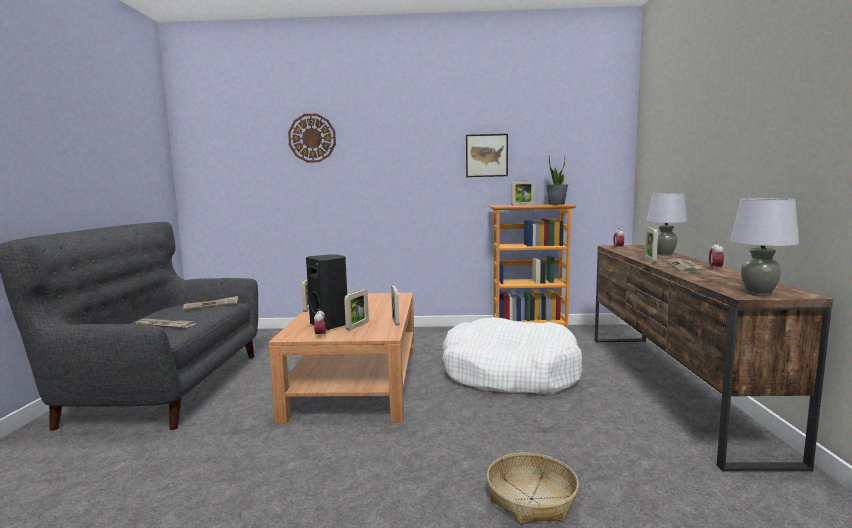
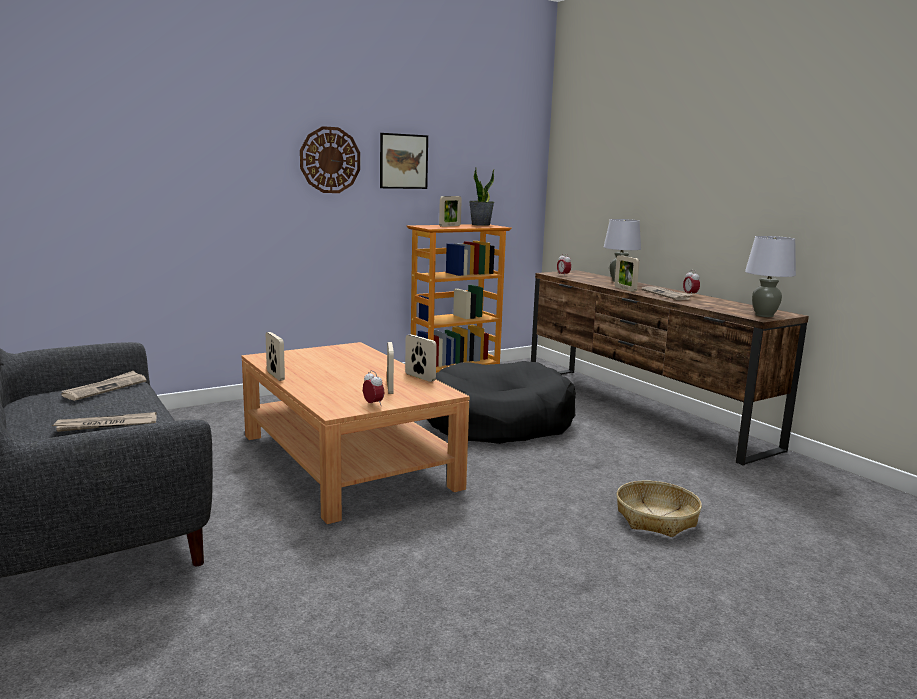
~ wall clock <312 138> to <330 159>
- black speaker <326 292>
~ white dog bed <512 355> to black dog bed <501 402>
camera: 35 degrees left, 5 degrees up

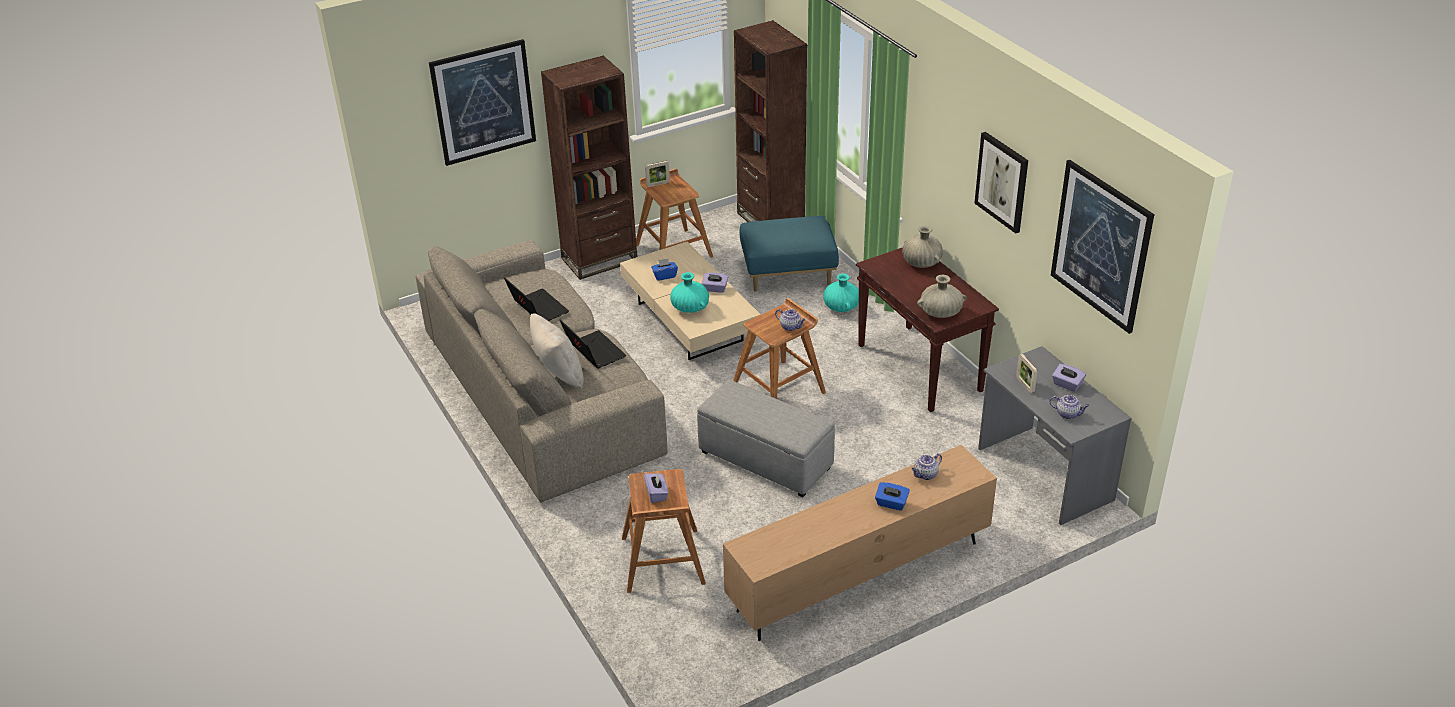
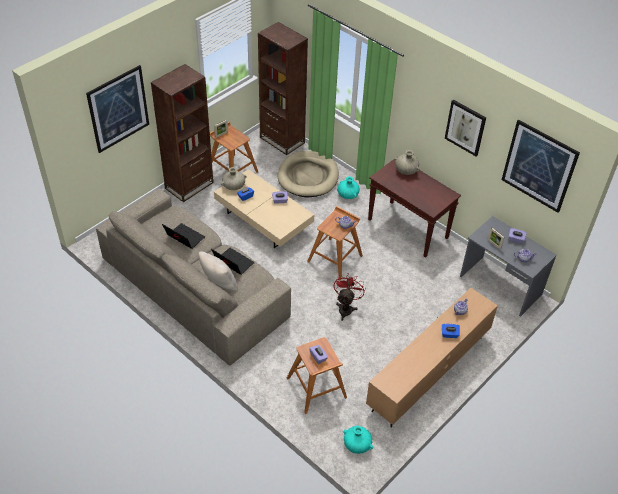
~ blue ottoman <789 254> to beige dog bed <308 174>
~ turquoise vase <689 292> to <358 440>
~ beige vase <941 296> to <233 178>
~ grey ottoman <766 438> to red fan <350 297>
camera: 20 degrees left, 10 degrees up

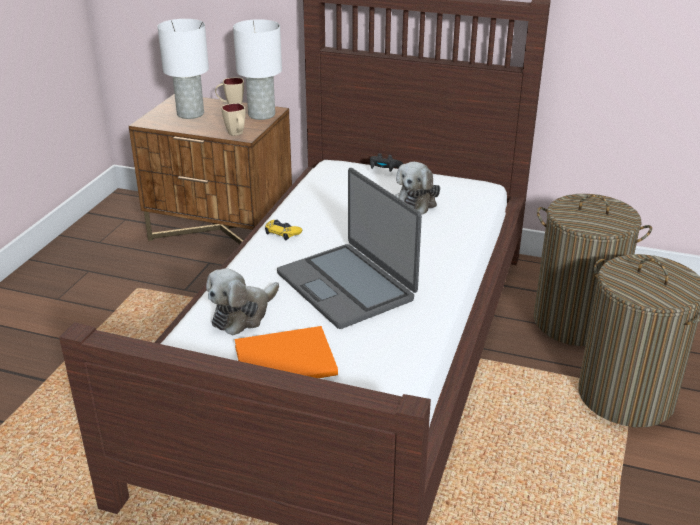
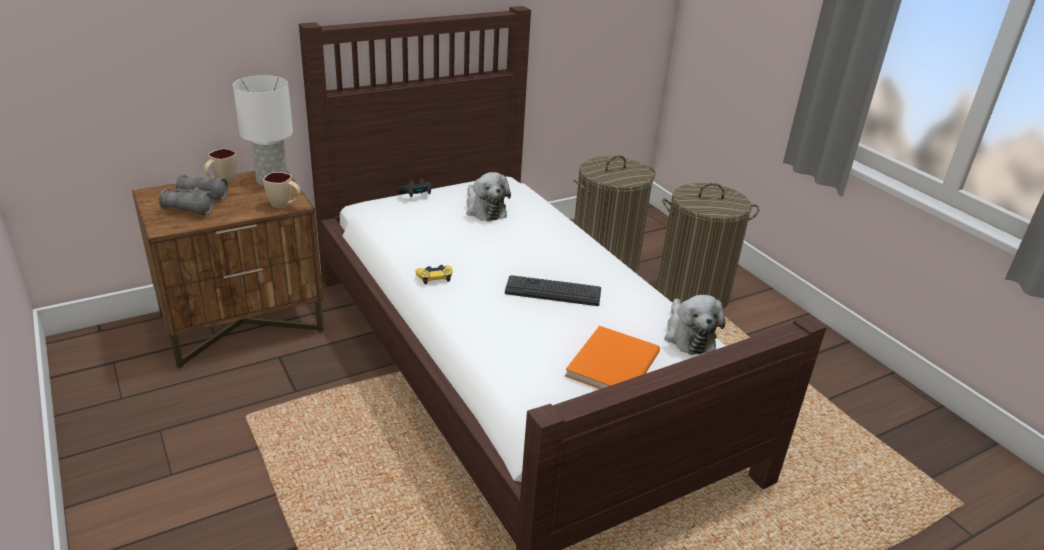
~ white table lamp <183 69> to grey binoculars <193 195>
~ laptop <349 248> to keyboard <553 290>
~ plush toy <242 302> to <695 325>
camera: 50 degrees left, 0 degrees up

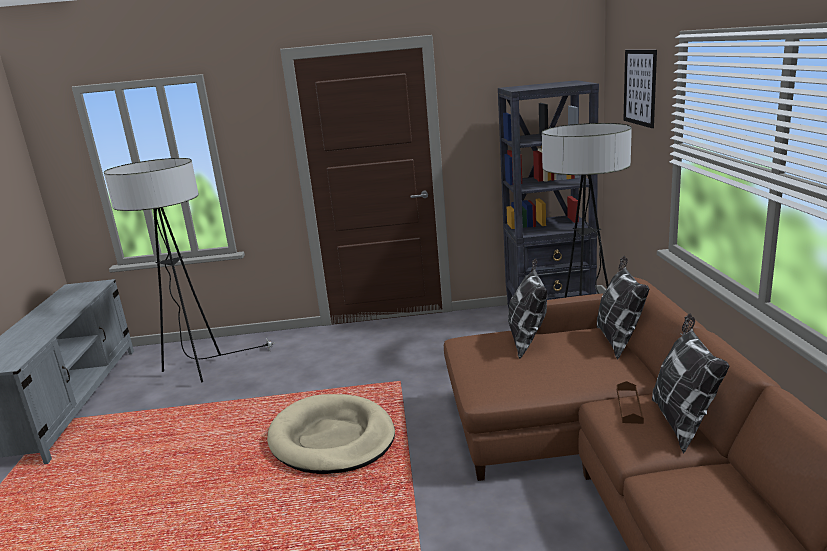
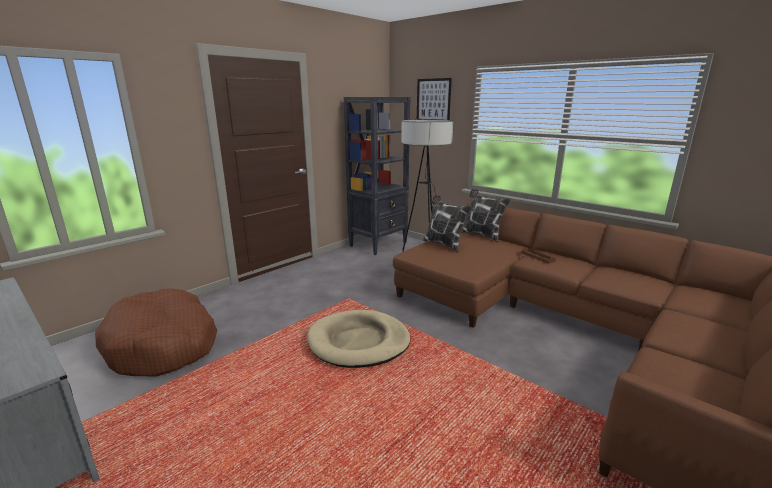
~ floor lamp <190 270> to brown dog bed <156 332>
- pillow <690 383>
camera: 45 degrees left, 0 degrees up

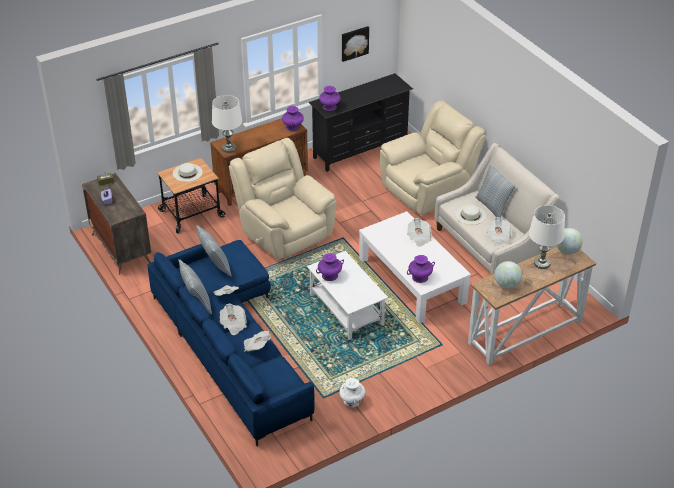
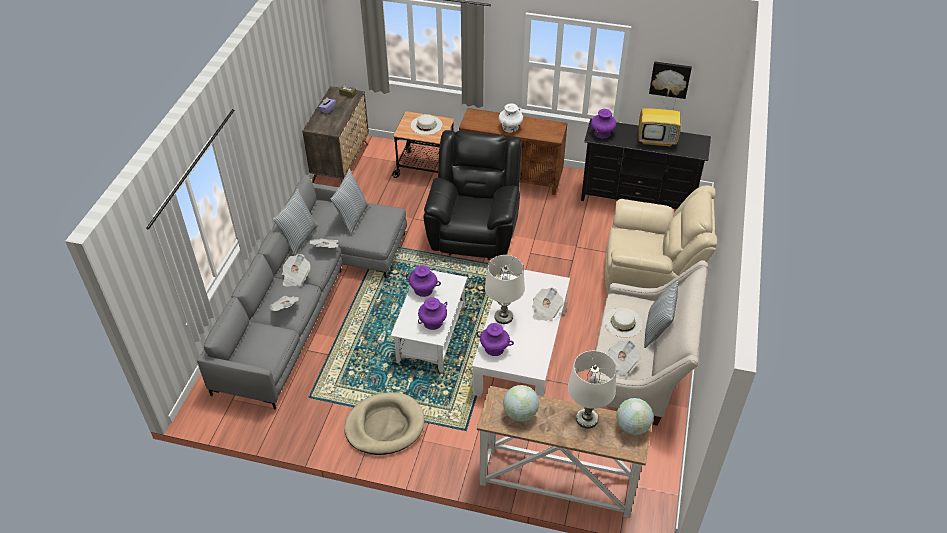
~ white table lamp <227 124> to <505 289>
~ purple vase <293 118> to <432 313>
~ beige armchair <282 199> to black armchair <472 195>
~ blue sofa <231 343> to grey sofa <302 292>
~ white vase <352 392> to <511 118>
+ television <659 122>
+ beige dog bed <384 423>
camera: 45 degrees right, 5 degrees up

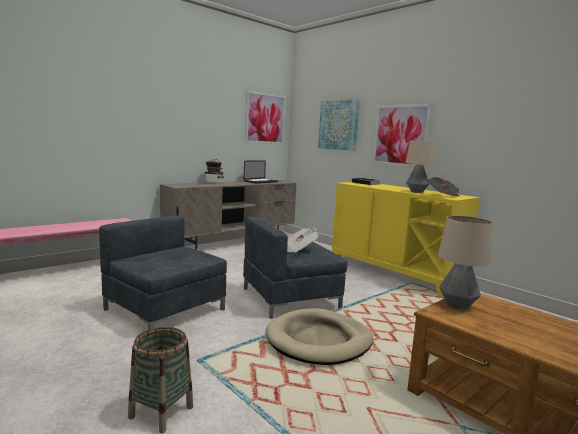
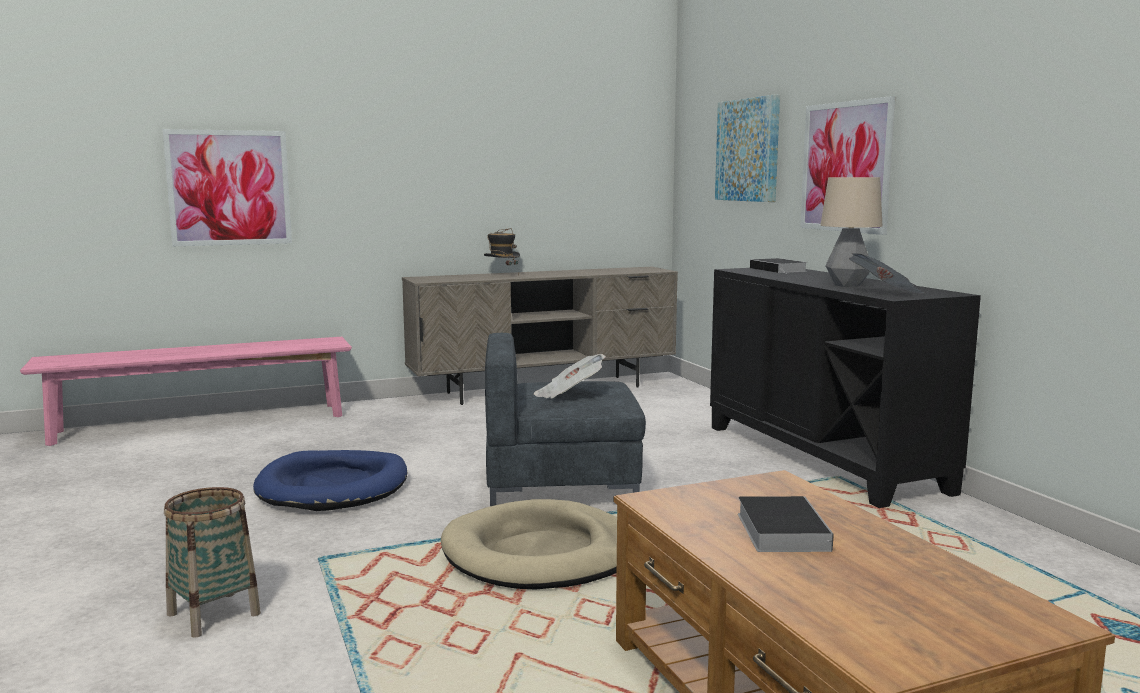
~ picture <265 117> to <227 187>
- laptop <261 172>
~ yellow cabinet <406 240> to black cabinet <845 388>
~ grey armchair <163 272> to blue dog bed <330 480>
- table lamp <465 262>
+ book <786 524>
camera: 20 degrees right, 0 degrees up

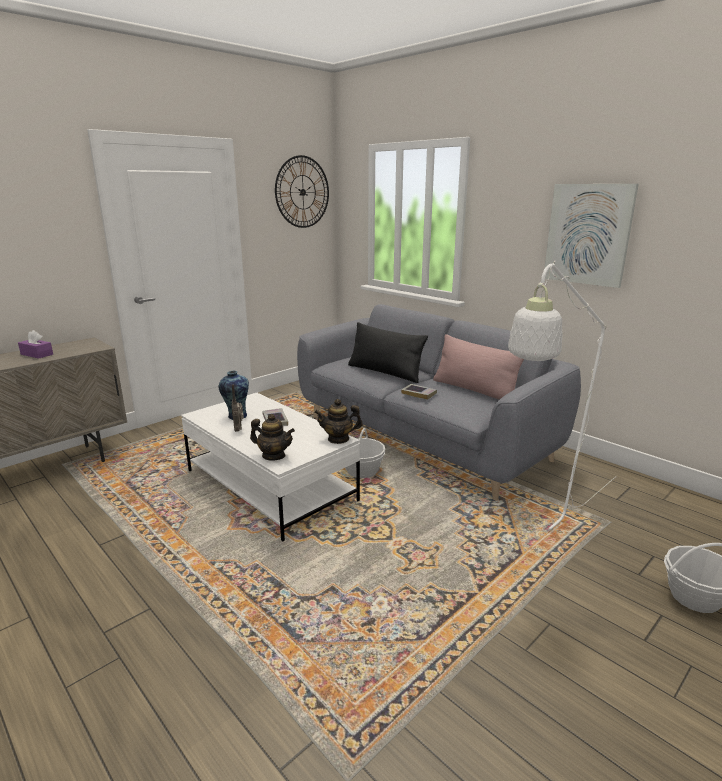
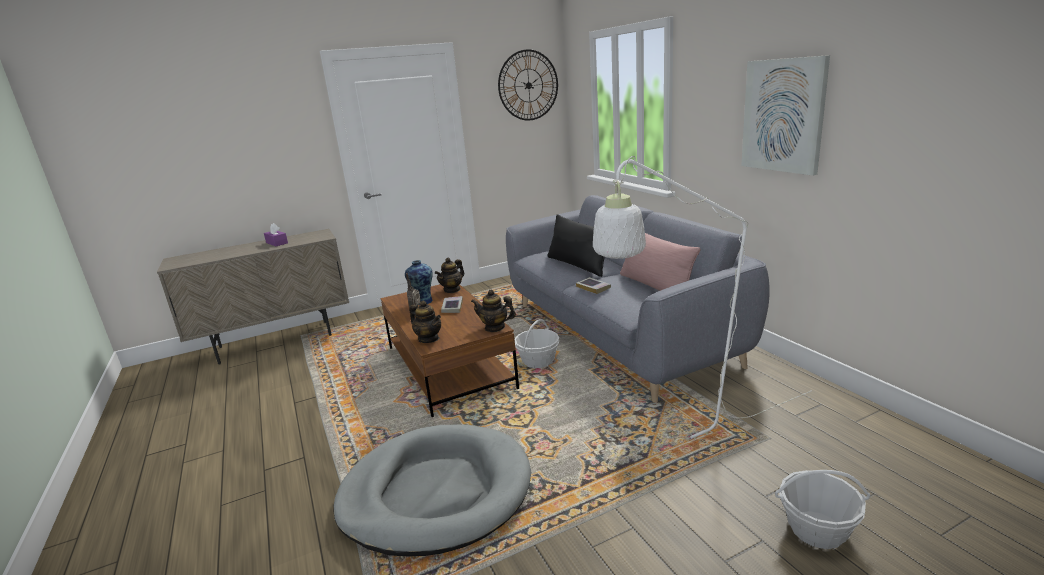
~ white coffee table <270 467> to brown coffee table <449 350>
+ teapot <449 275>
+ grey dog bed <432 491>
camera: 20 degrees right, 0 degrees up

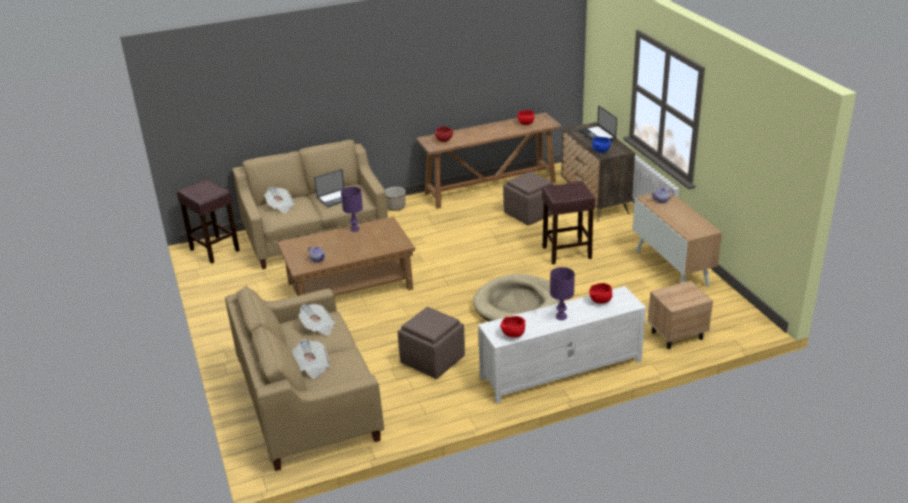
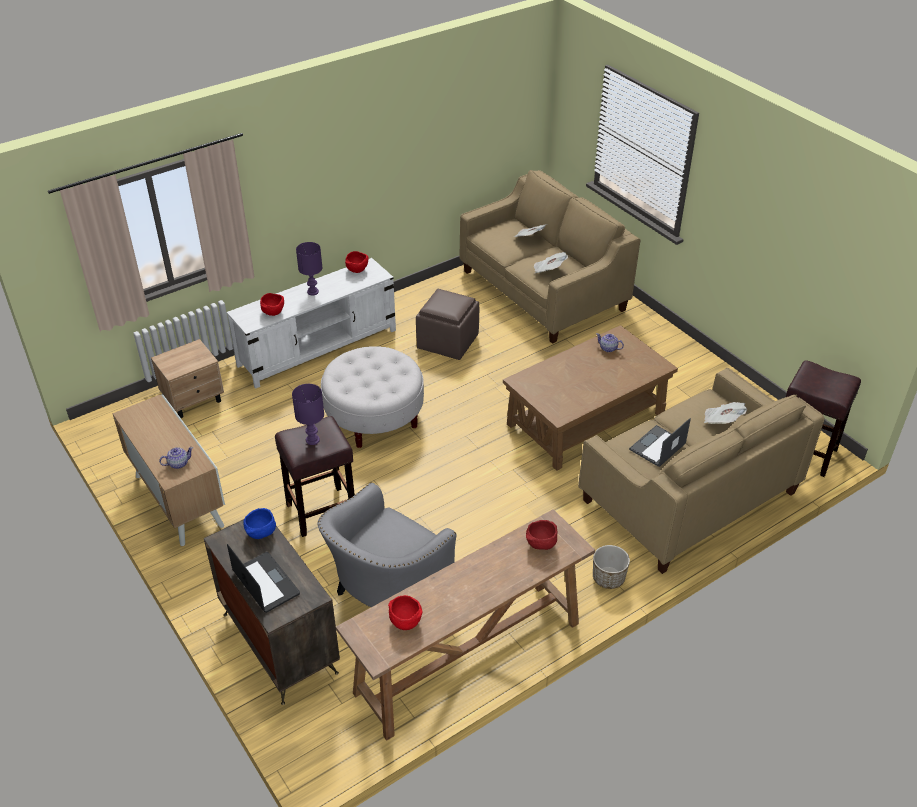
~ brown ottoman <528 198> to grey armchair <387 544>
~ purple table lamp <352 209> to <308 414>
~ beige dog bed <516 297> to white ottoman <372 397>
camera: 165 degrees right, 10 degrees up

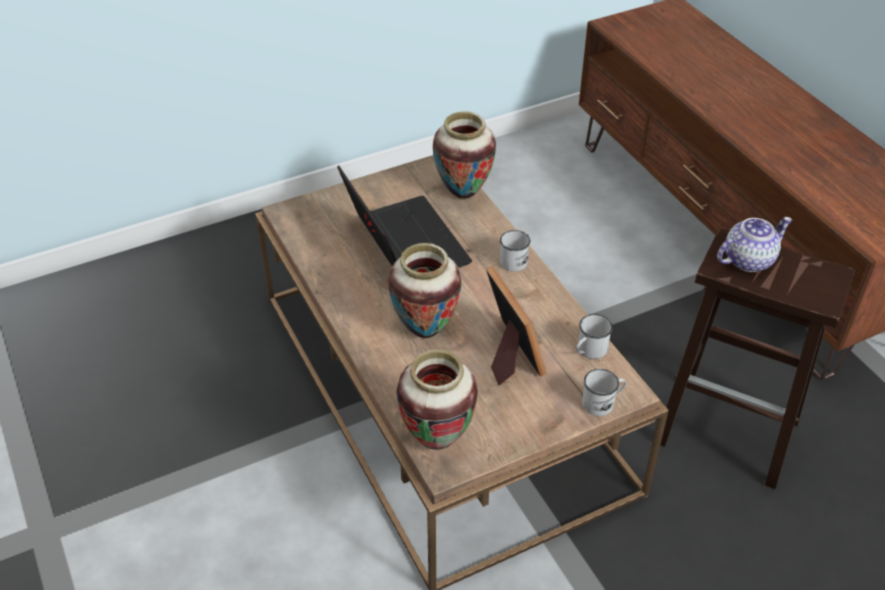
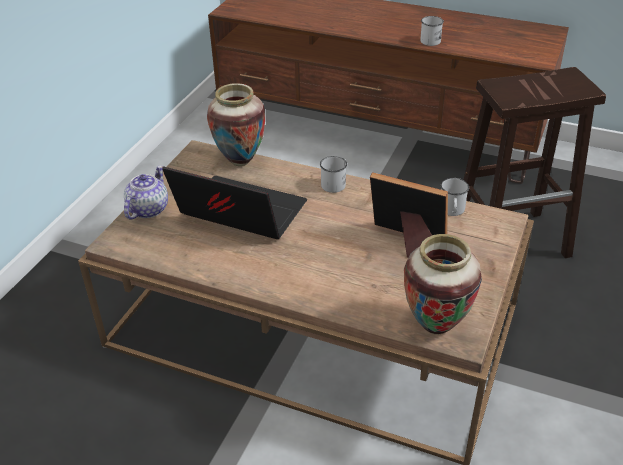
~ teapot <754 244> to <146 192>
- vase <425 291>
~ white mug <604 392> to <432 31>
camera: 40 degrees left, 5 degrees down

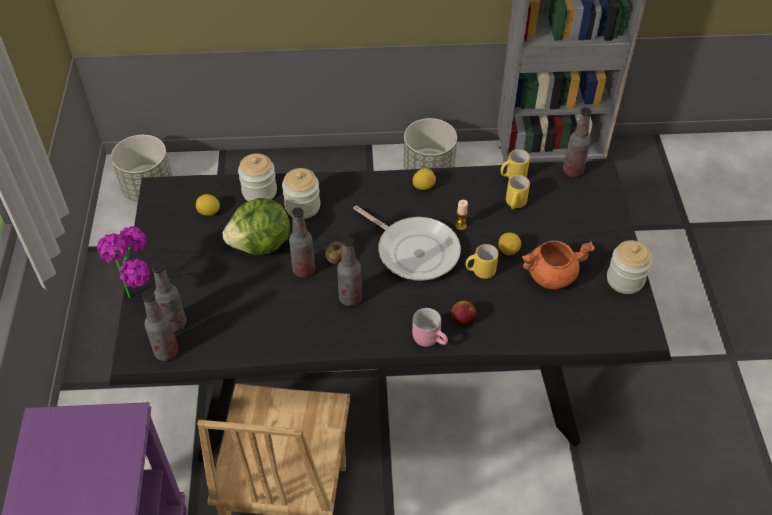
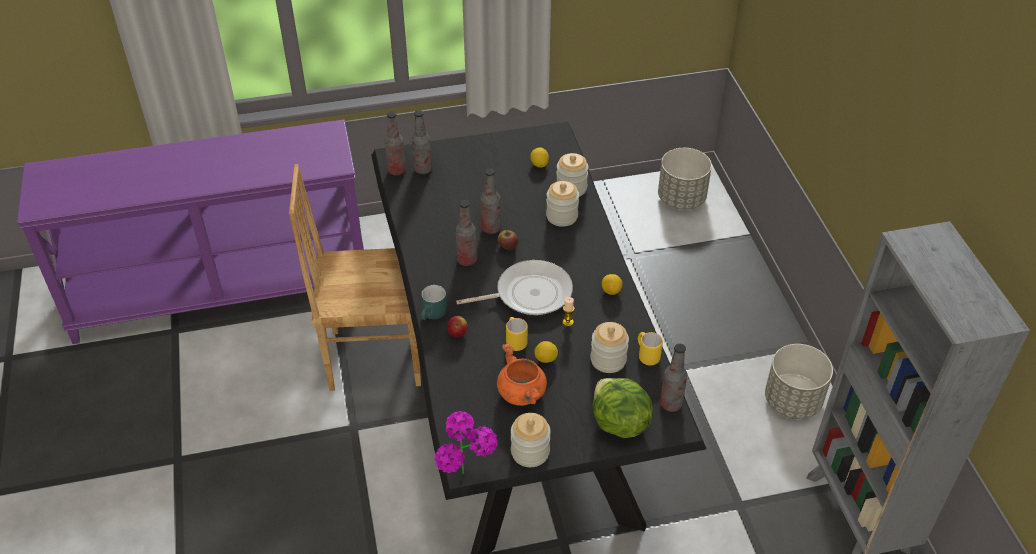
~ yellow mug <518 192> to jar <610 347>
~ lettuce <256 226> to <623 408>
~ frying pan <407 243> = <514 287> 135 degrees counterclockwise
~ potted plant <123 262> to <466 442>
~ pink mug <430 327> to turquoise mug <434 302>
camera: 80 degrees right, 5 degrees down

